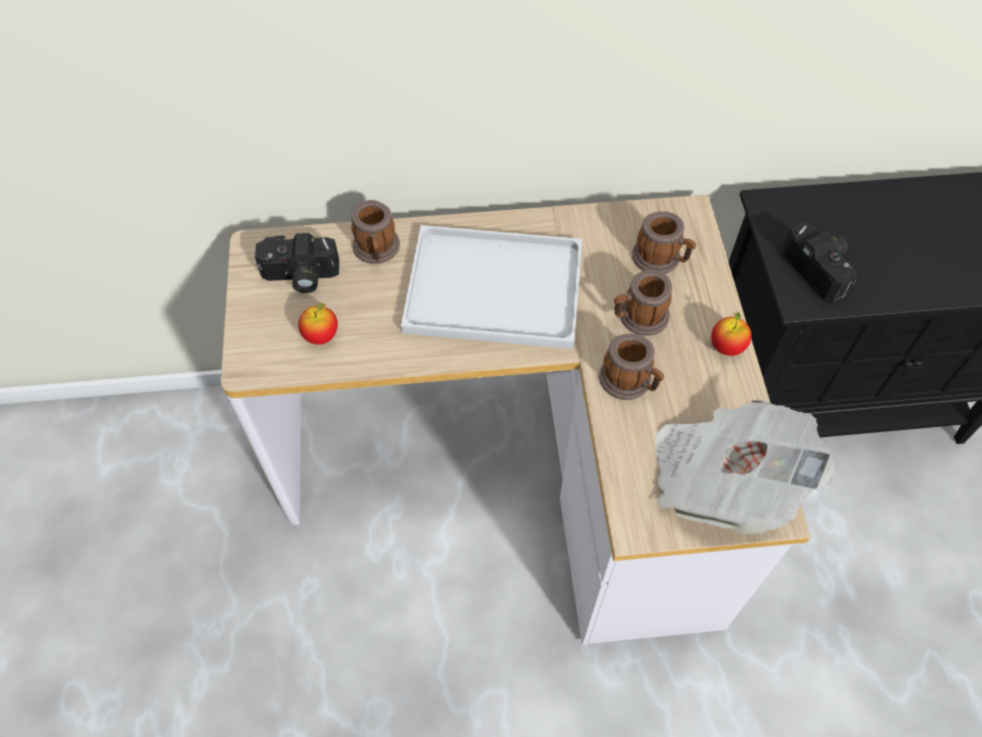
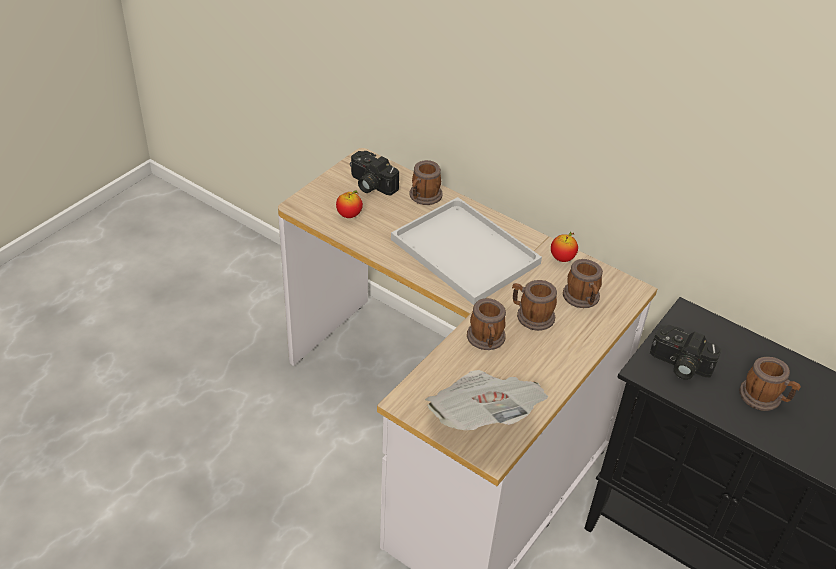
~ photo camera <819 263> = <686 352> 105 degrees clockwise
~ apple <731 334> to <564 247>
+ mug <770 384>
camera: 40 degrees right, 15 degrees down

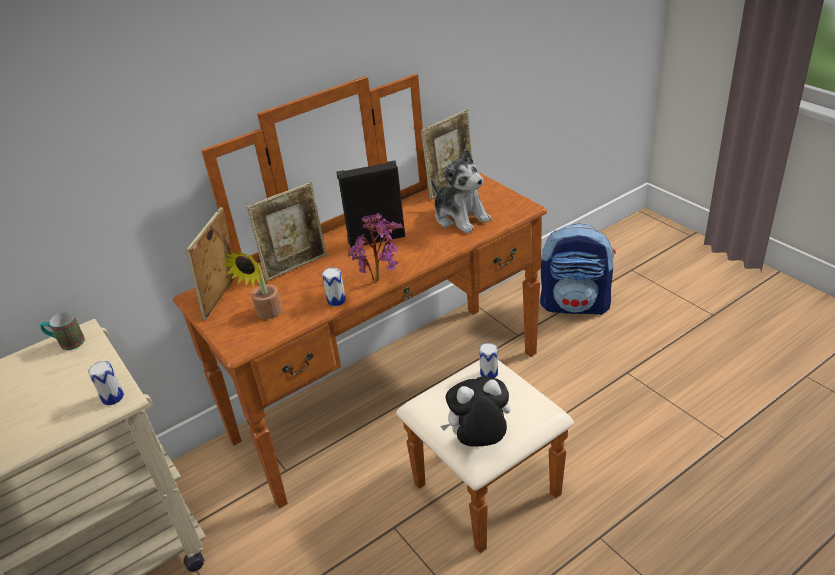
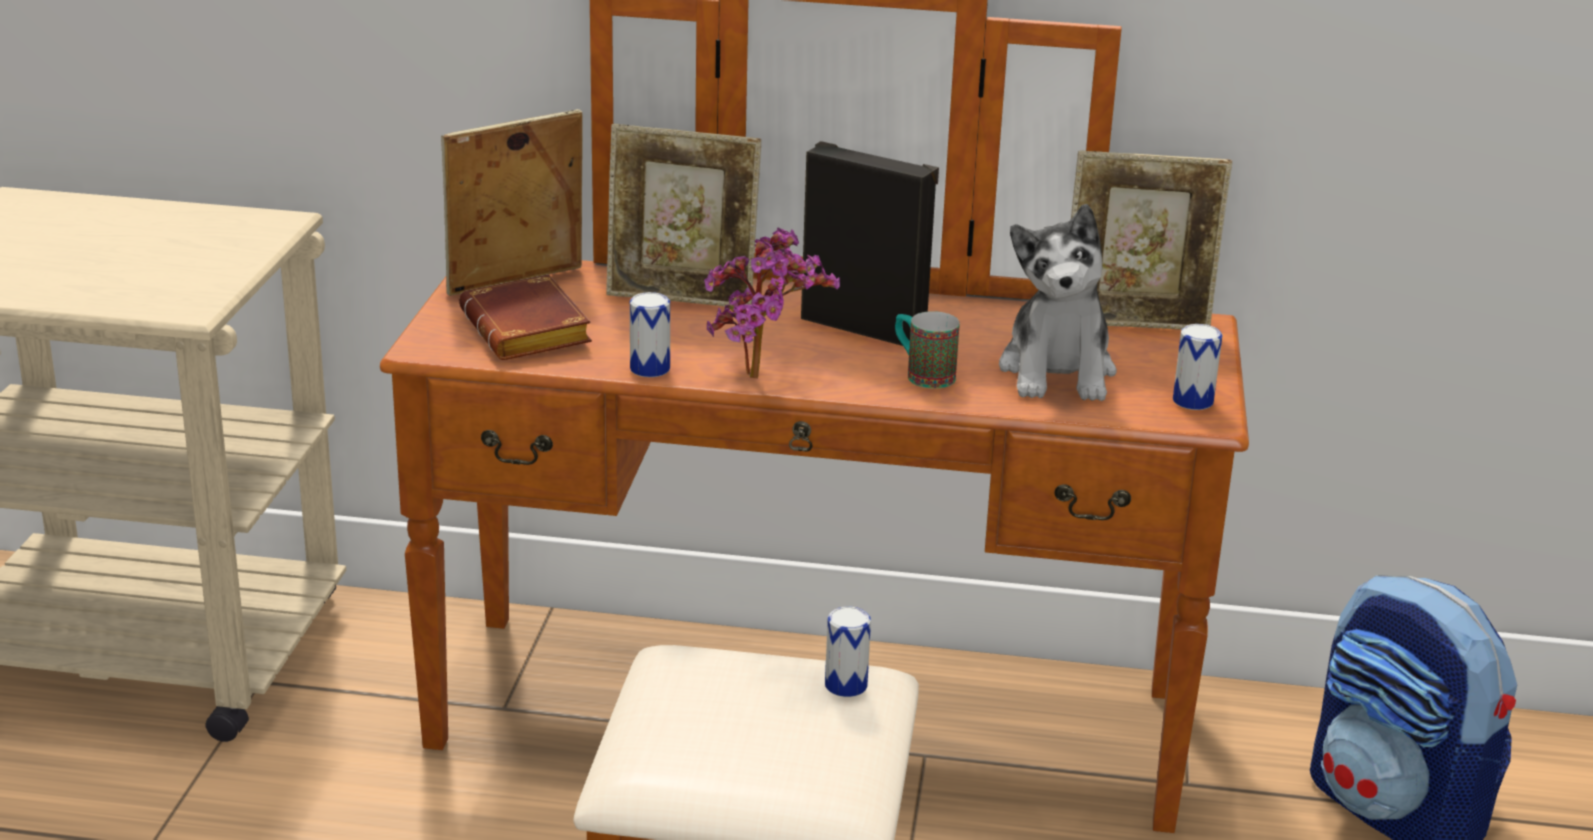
~ potted plant <252 285> to brown book <525 317>
~ mug <62 330> to <927 350>
~ can <106 383> to <1198 367>
- plush toy <475 412>
camera: 40 degrees right, 10 degrees down

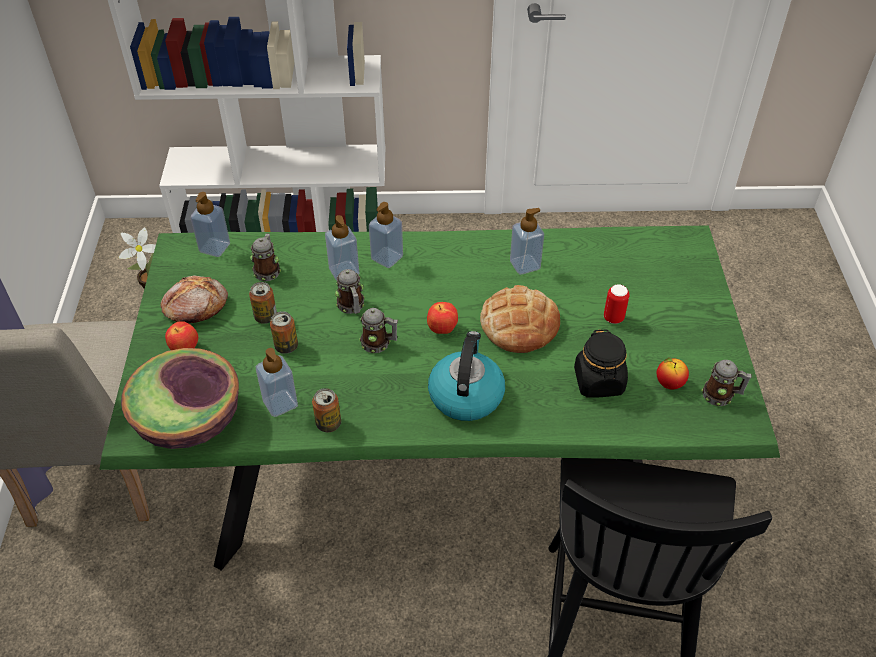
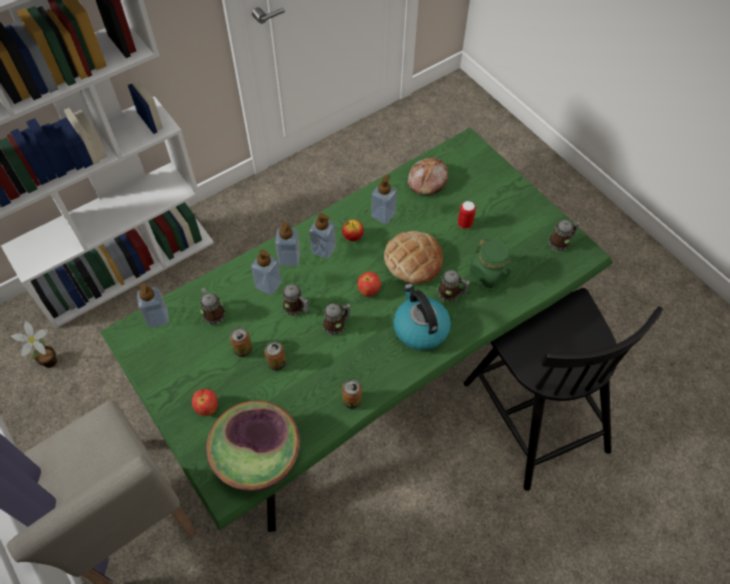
~ bread <194 299> to <427 176>
~ black jar <601 363> to green jar <491 263>
~ soap dispenser <277 382> to <322 236>
~ apple <673 373> to <353 230>
+ mug <453 286>
camera: 35 degrees left, 10 degrees up

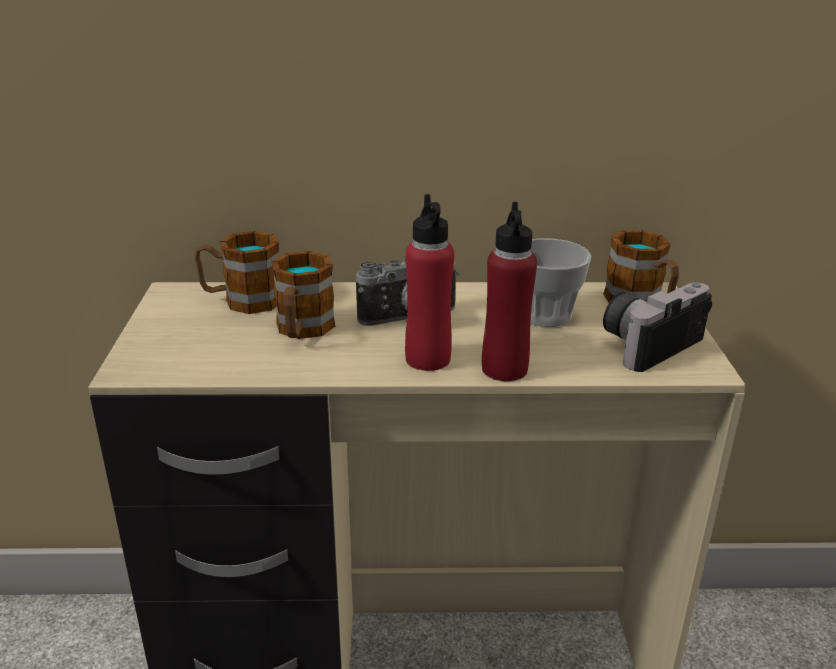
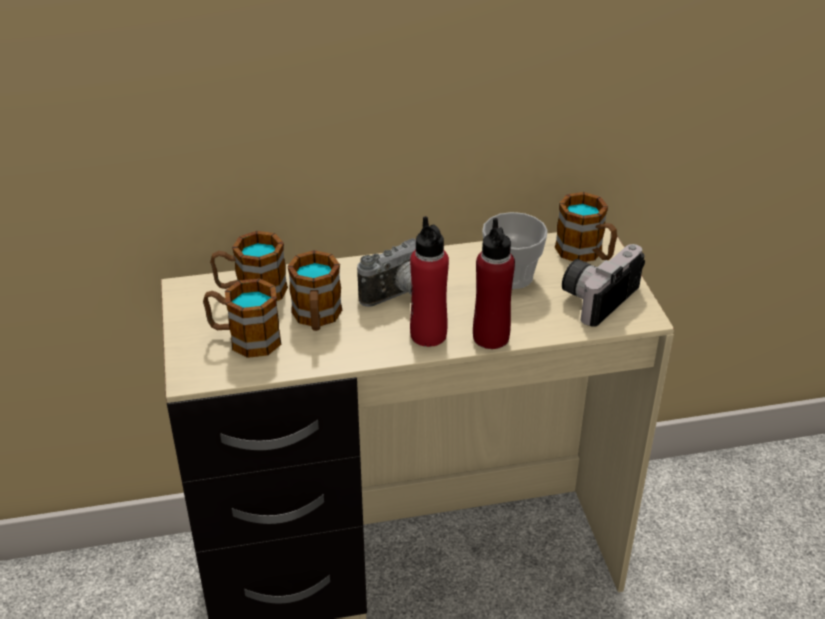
+ mug <242 318>
camera: 10 degrees left, 10 degrees up

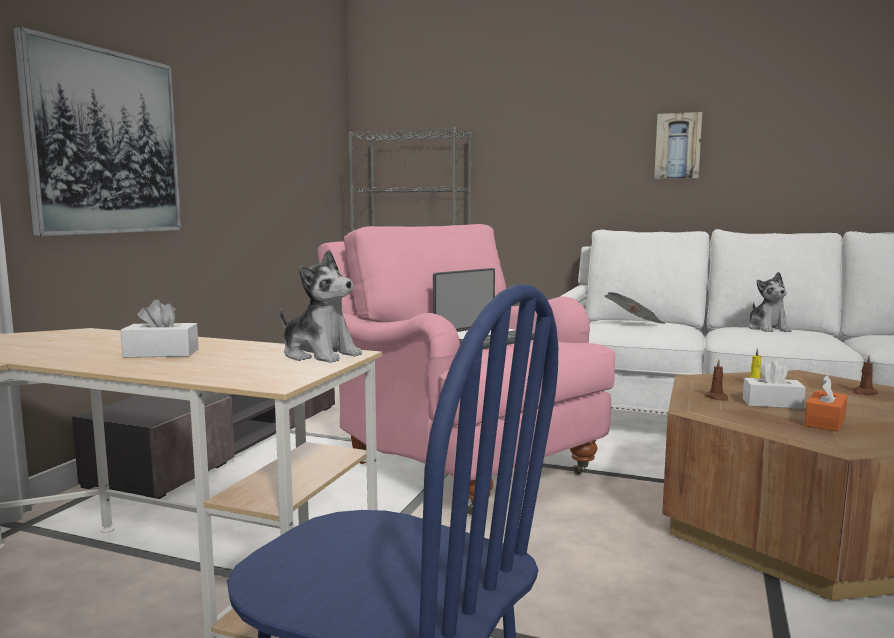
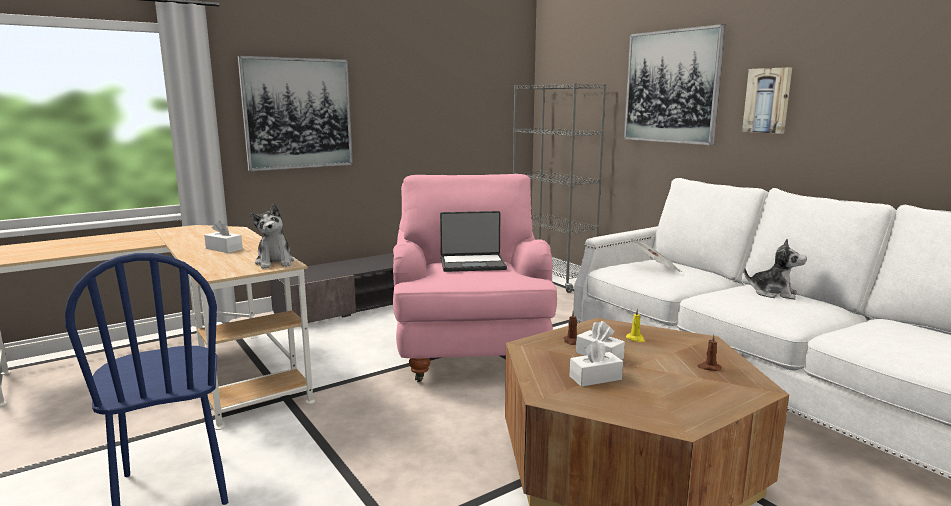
~ plush toy <769 302> = <775 269> 90 degrees counterclockwise
~ orange tissue box <826 403> to white tissue box <596 363>
+ picture <675 84>
camera: 35 degrees right, 5 degrees up

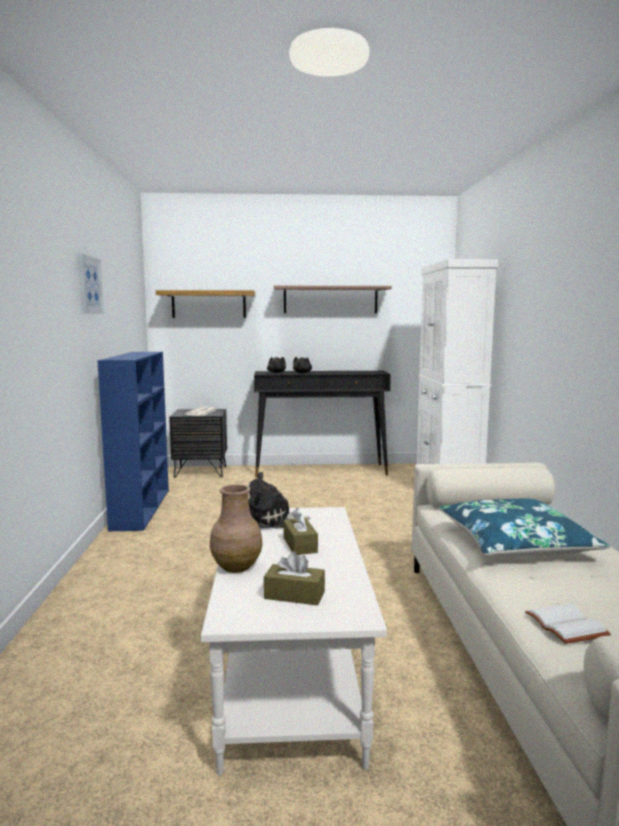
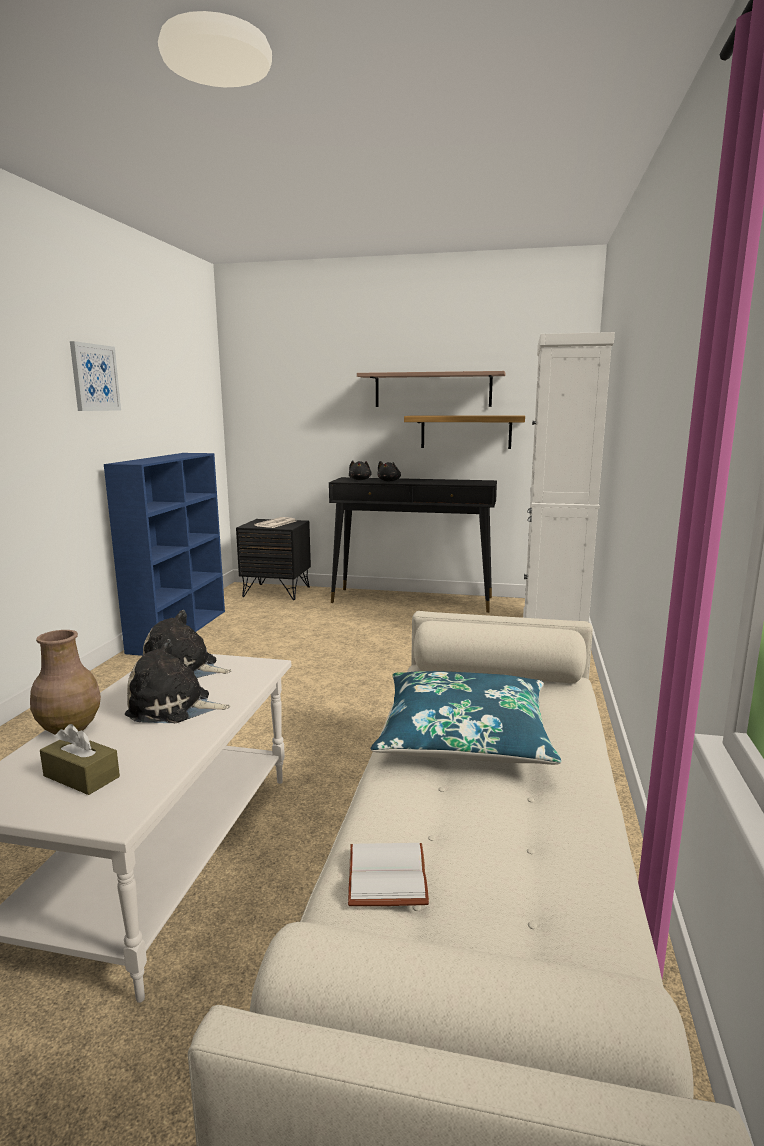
~ shelf <205 304> to <464 432>
~ brown tissue box <300 531> to plush toy <177 681>
camera: 15 degrees right, 5 degrees up

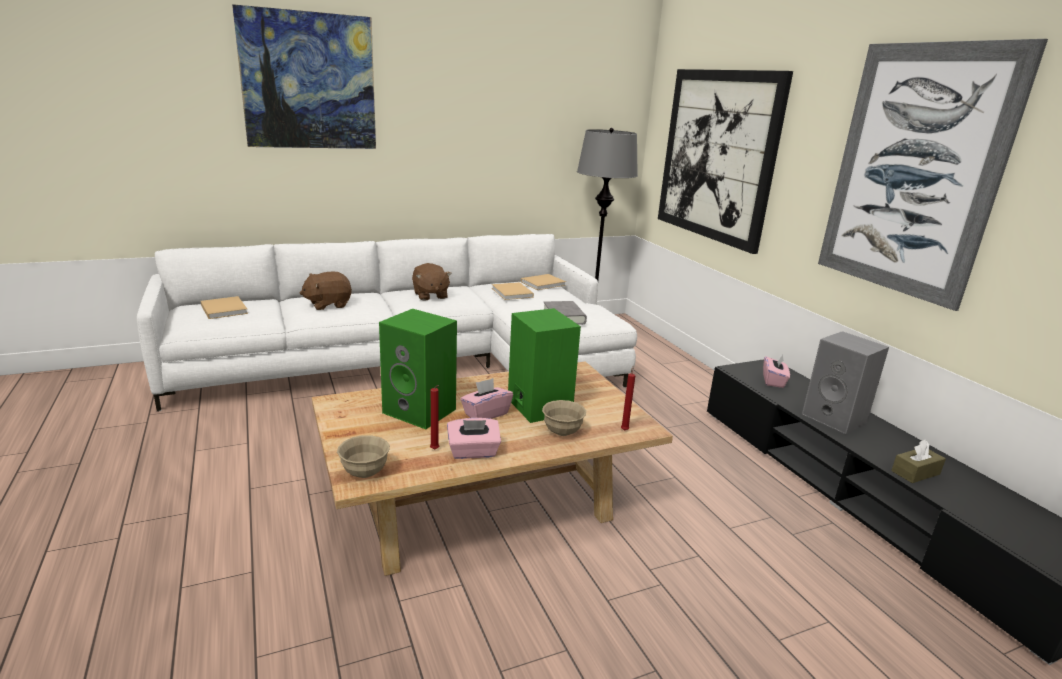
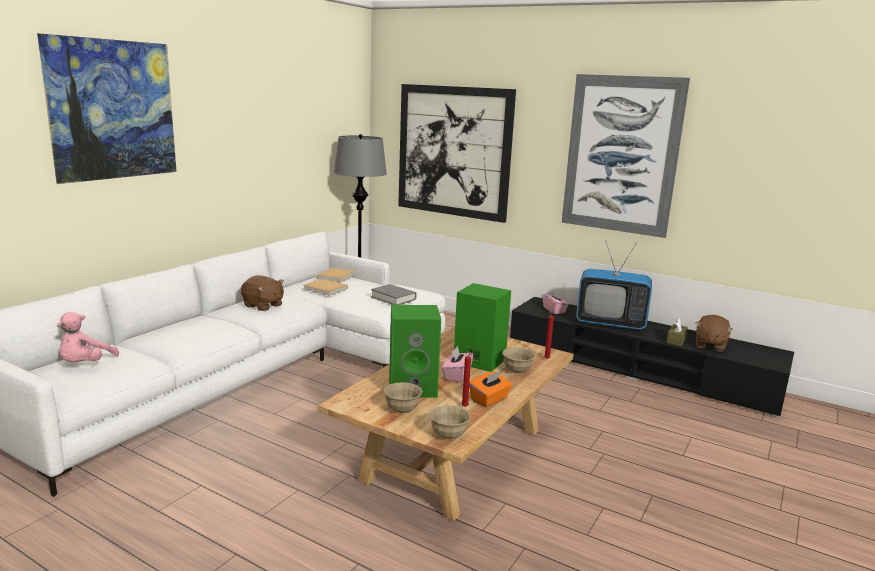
~ brown plush toy <326 291> to <714 333>
~ beige book <224 307> to pink plush toy <88 337>
~ grey speaker <845 382> to television <614 285>
~ pink tissue box <474 438> to orange tissue box <490 389>
+ beige bowl <403 398>
camera: 35 degrees left, 5 degrees down

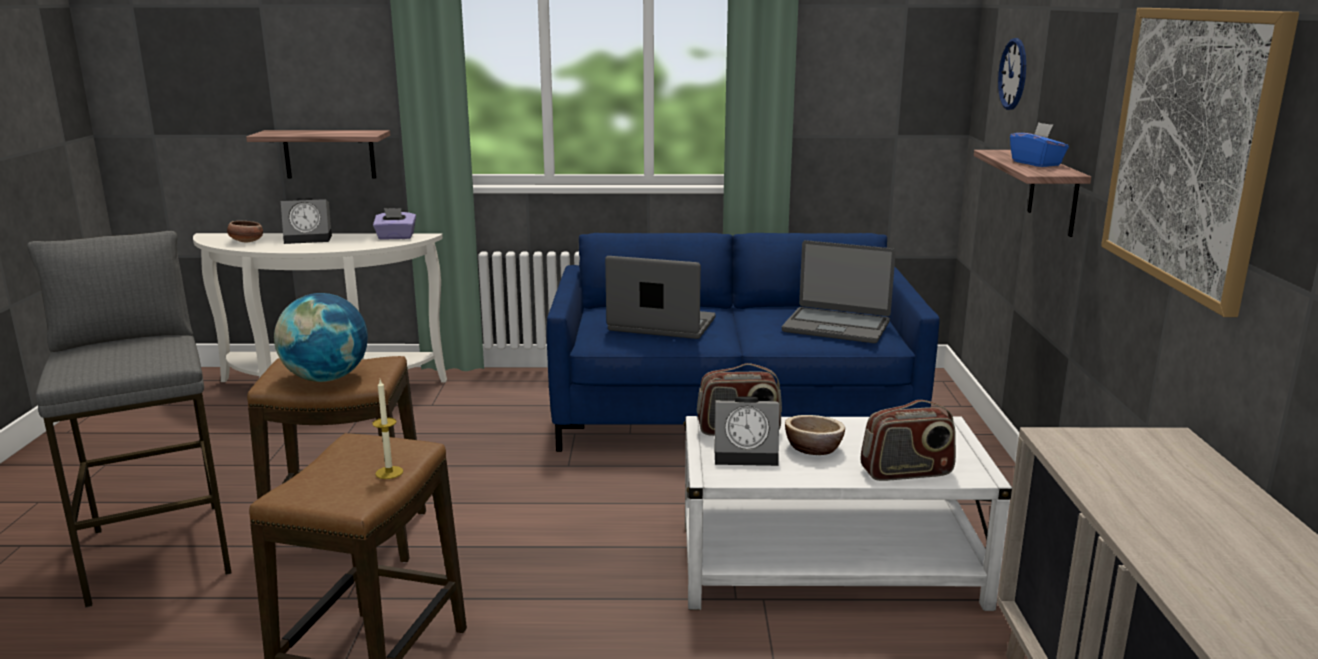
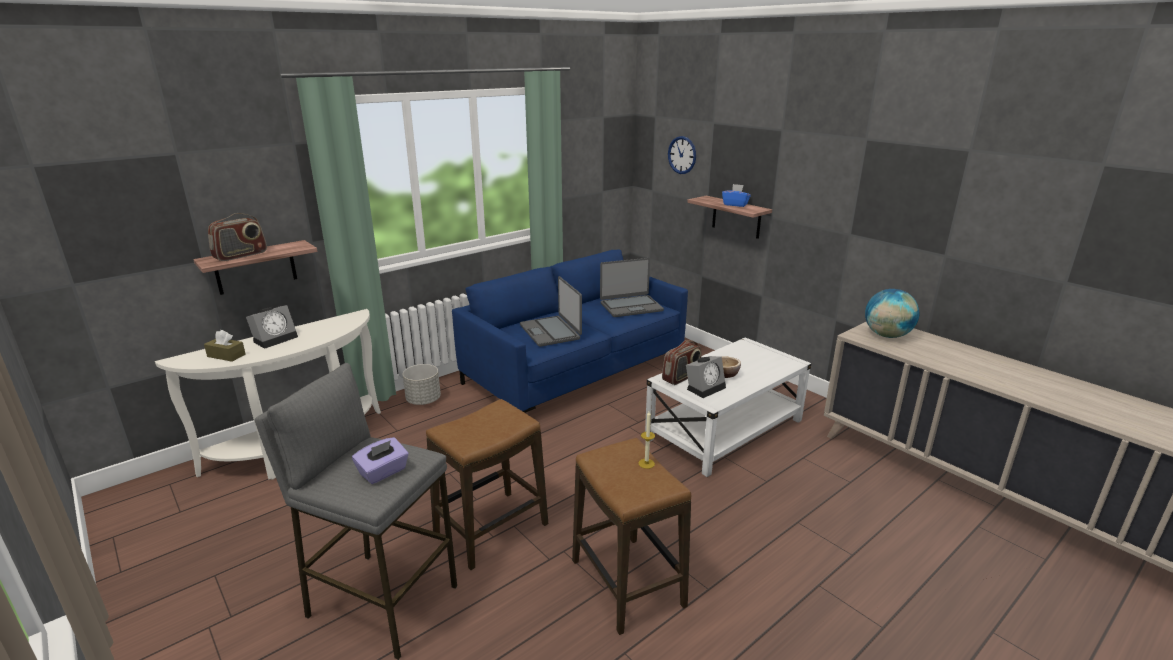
- picture <1200 162>
~ purple tissue box <394 224> to <380 460>
~ bowl <245 231> to brown tissue box <225 346>
~ laptop <660 297> = <551 311> 90 degrees counterclockwise
~ globe <321 337> to <892 313>
~ radio <908 440> to <237 237>
+ grey planter <422 384>
camera: 40 degrees left, 5 degrees up

